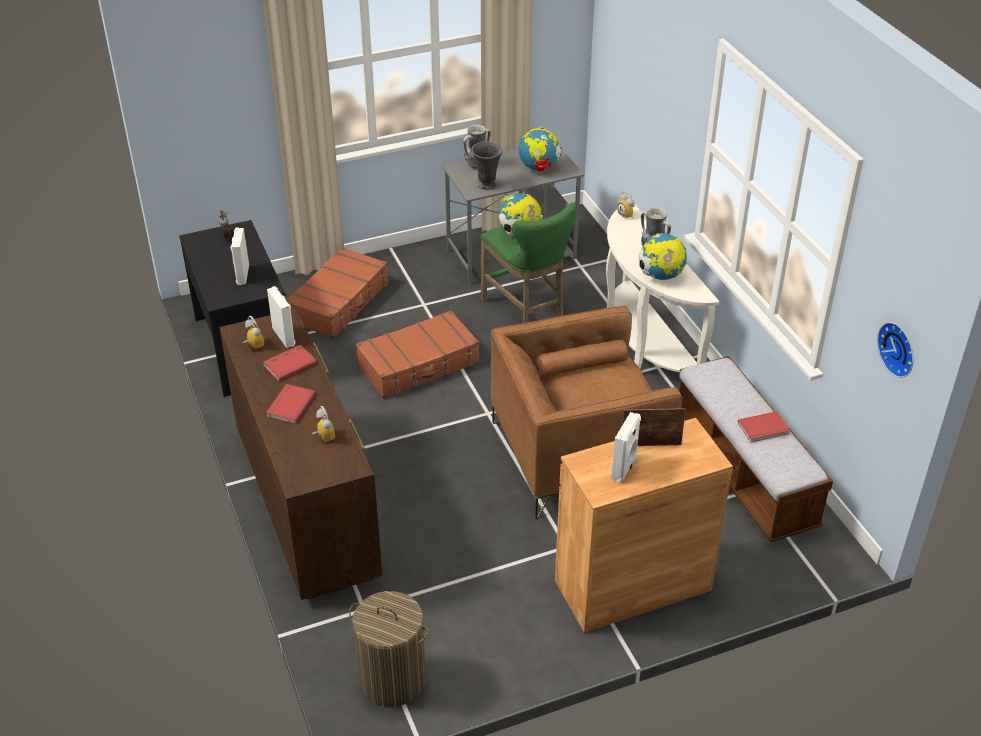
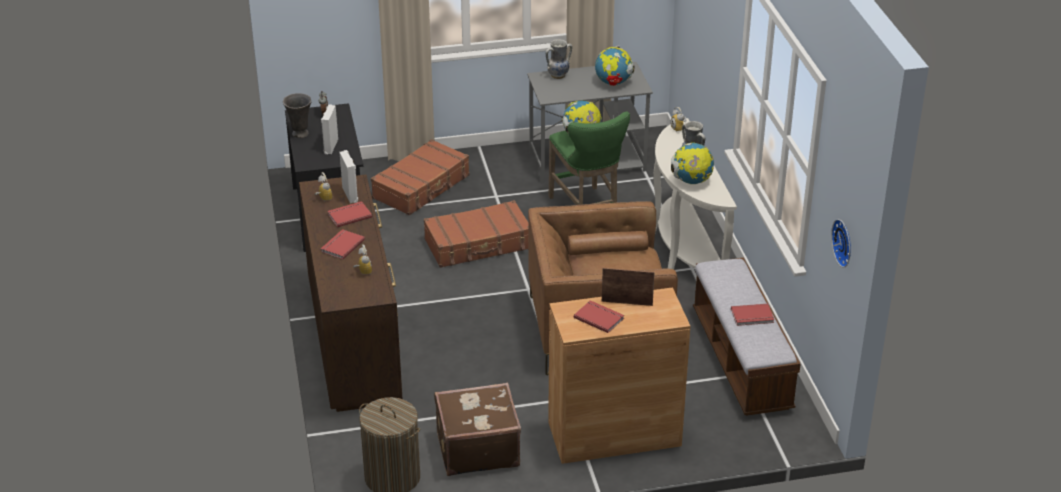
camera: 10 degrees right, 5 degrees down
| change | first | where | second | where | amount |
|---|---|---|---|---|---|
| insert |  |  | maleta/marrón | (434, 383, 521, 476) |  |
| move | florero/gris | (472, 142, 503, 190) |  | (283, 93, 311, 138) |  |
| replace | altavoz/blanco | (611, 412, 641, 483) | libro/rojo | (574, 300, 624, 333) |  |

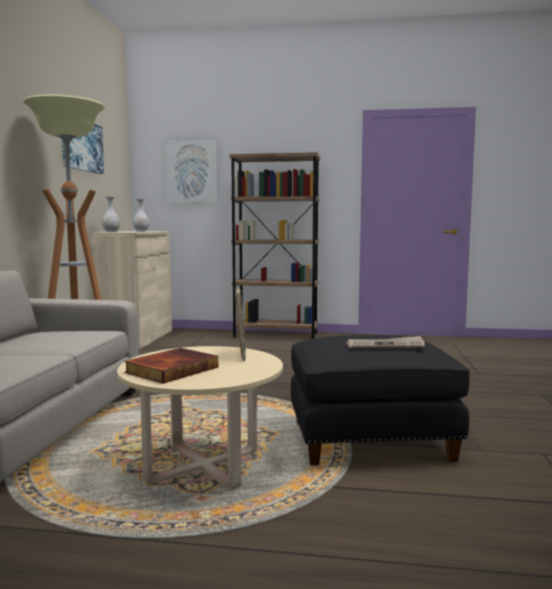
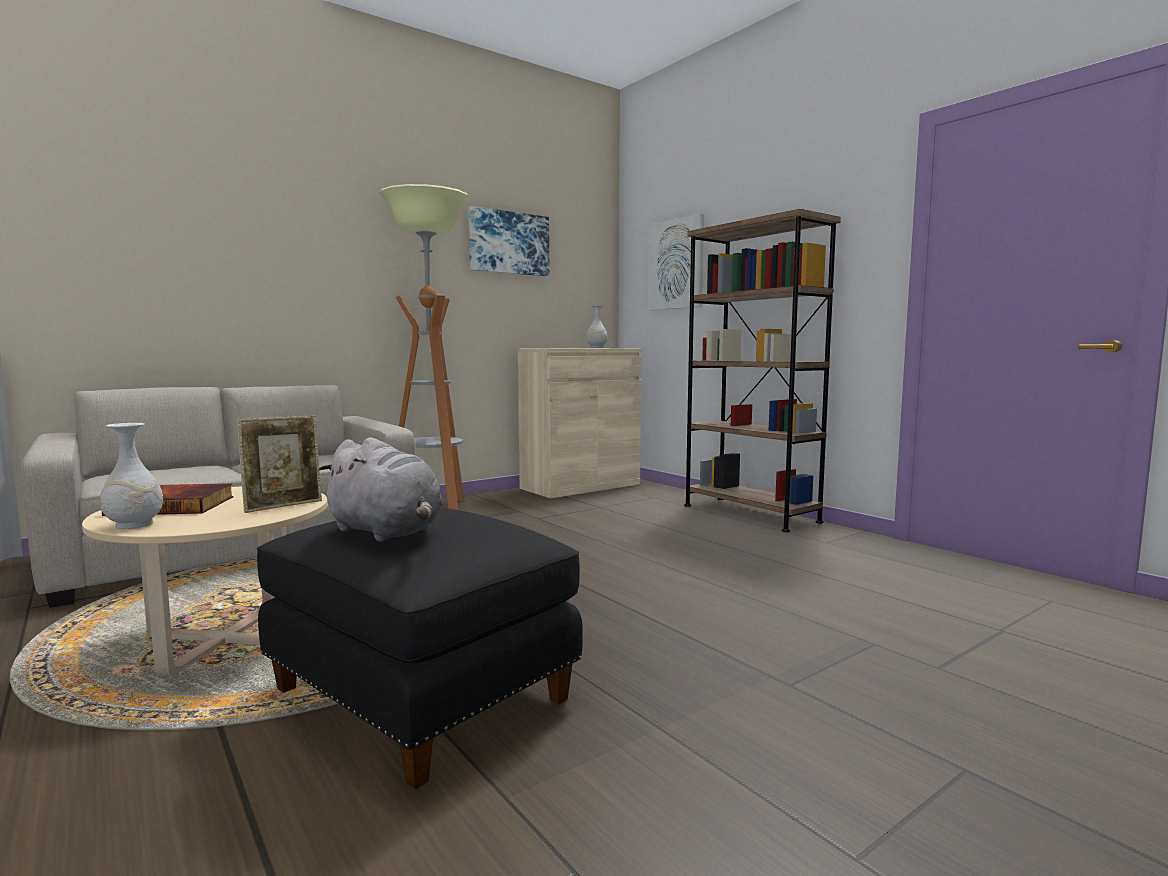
camera: 45 degrees right, 0 degrees up
| change | first | where | second | where | amount |
|---|---|---|---|---|---|
| move | florero/blanco | (102, 197, 120, 232) |  | (100, 423, 163, 529) |  |
| replace | periódico | (346, 336, 425, 348) | peluche/gris | (318, 437, 443, 542) |  |

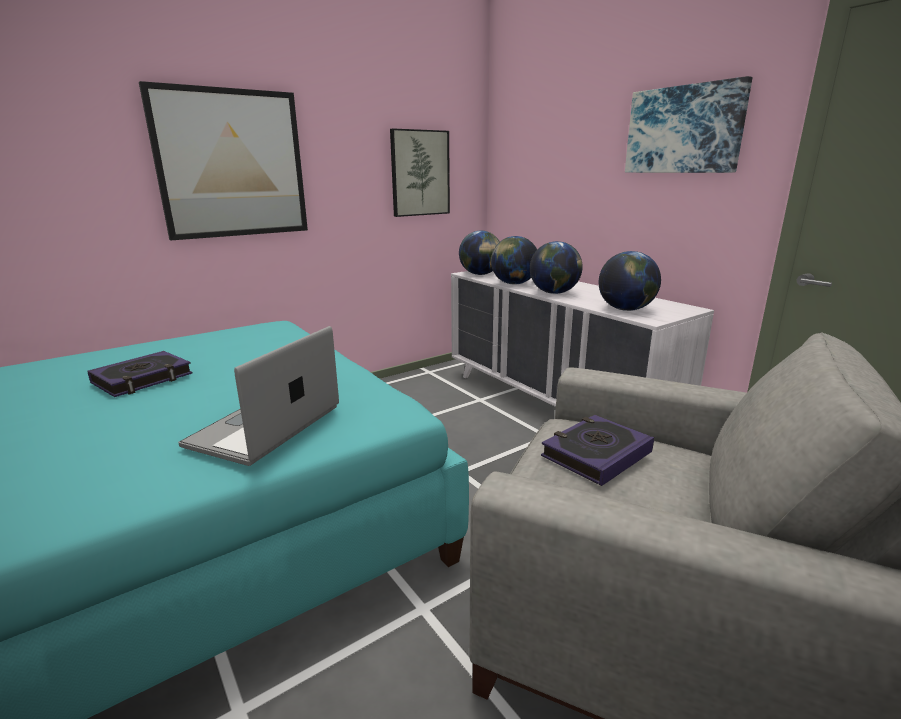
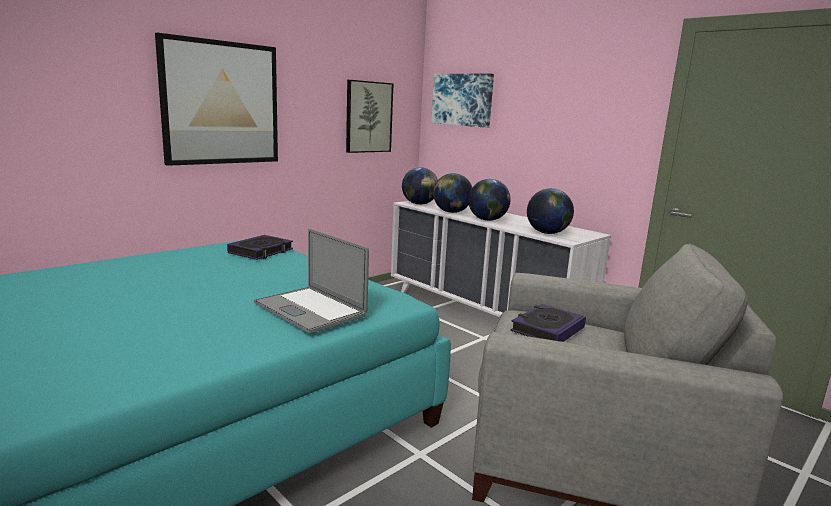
camera: 10 degrees left, 5 degrees down
| change | first | where | second | where | amount |
|---|---|---|---|---|---|
| move | libro | (87, 351, 192, 397) |  | (227, 235, 293, 260) |  |
| move | cuadro | (625, 76, 753, 173) |  | (431, 74, 494, 128) |  |
| rotate | portátil | (178, 326, 339, 466) |  | (254, 228, 369, 333) | 60 degrees counterclockwise |

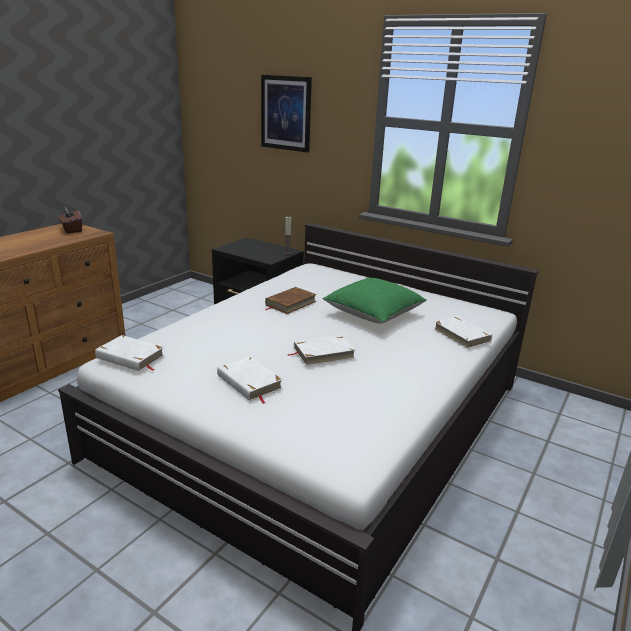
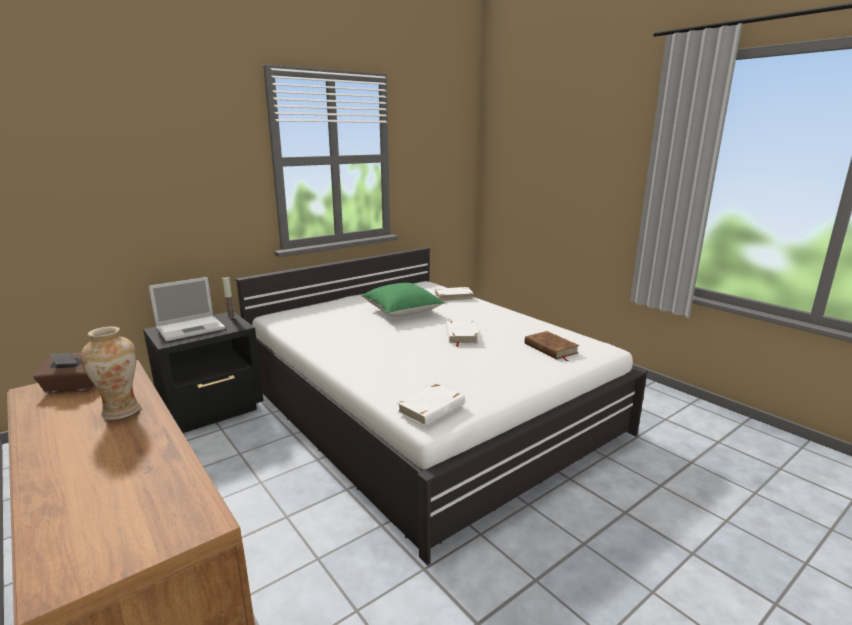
camera: 70 degrees left, 5 degrees down
| change | first | where | second | where | amount |
|---|---|---|---|---|---|
| delete | libro/blanco | (217, 356, 283, 404) |  |  |  |
| delete | cuadro | (261, 75, 312, 153) |  |  |  |
| insert |  |  | florero | (81, 326, 141, 420) |  |
| insert |  |  | portátil | (149, 277, 226, 342) |  |
| move | libro/marrón | (264, 287, 317, 314) |  | (525, 331, 579, 361) |  |

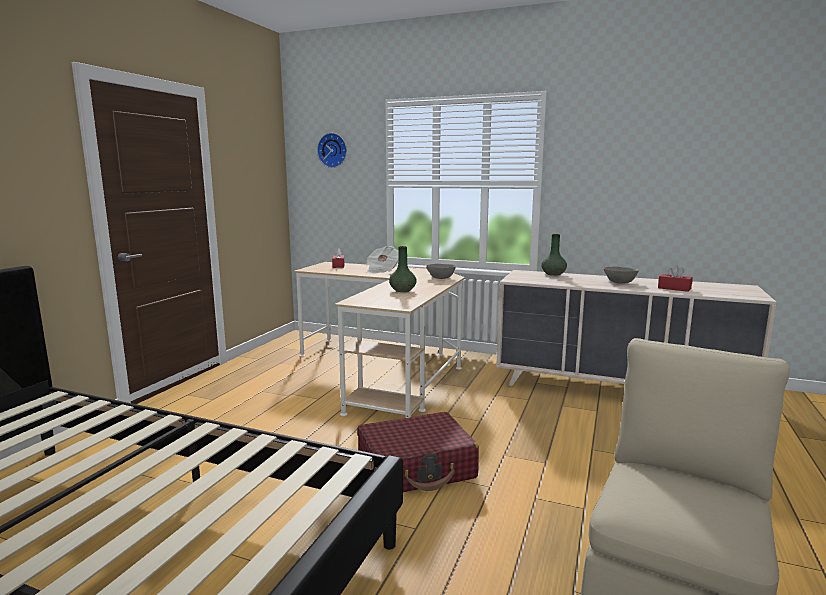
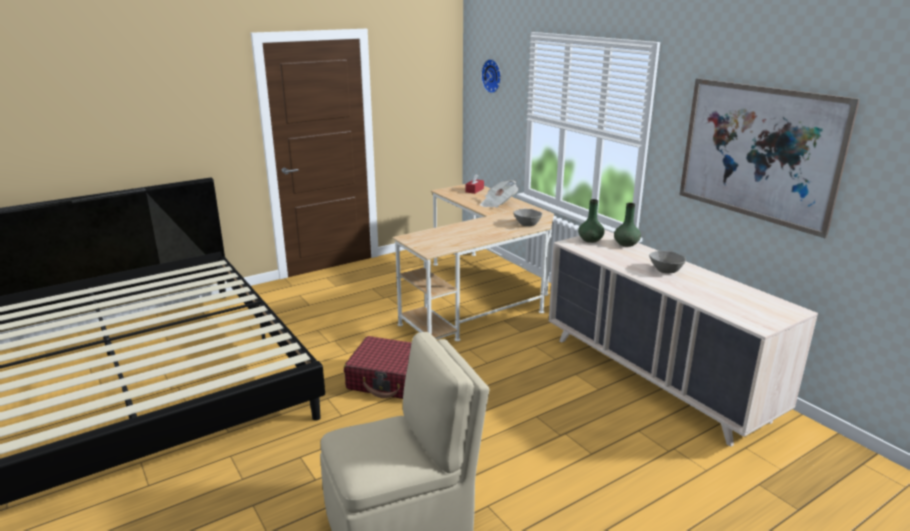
camera: 35 degrees right, 10 degrees up
| change | first | where | second | where | amount |
|---|---|---|---|---|---|
| delete | caja de pañuelos/rojo | (658, 265, 693, 292) |  |  |  |
| insert |  |  | cuadro | (679, 78, 860, 238) |  |
| move | florero/verde | (389, 246, 417, 292) |  | (578, 199, 605, 243) |  |

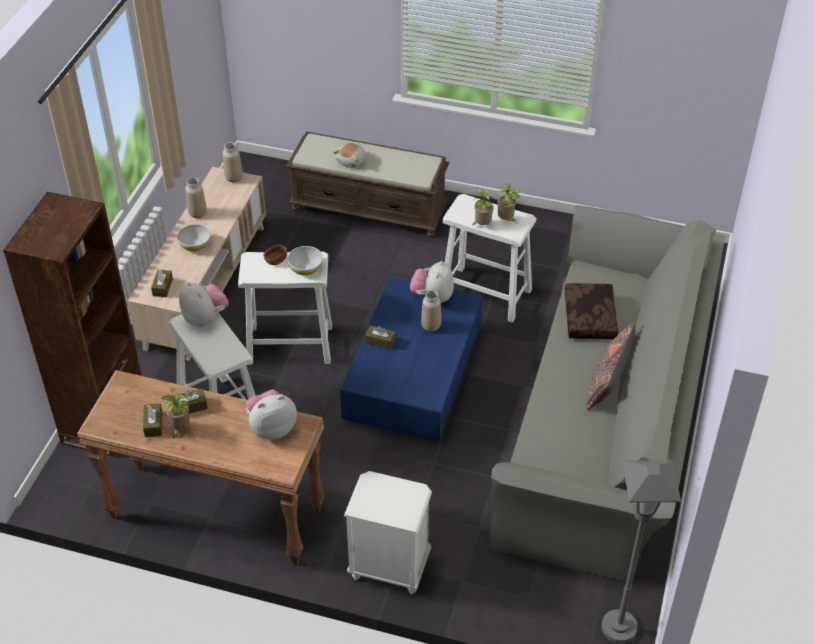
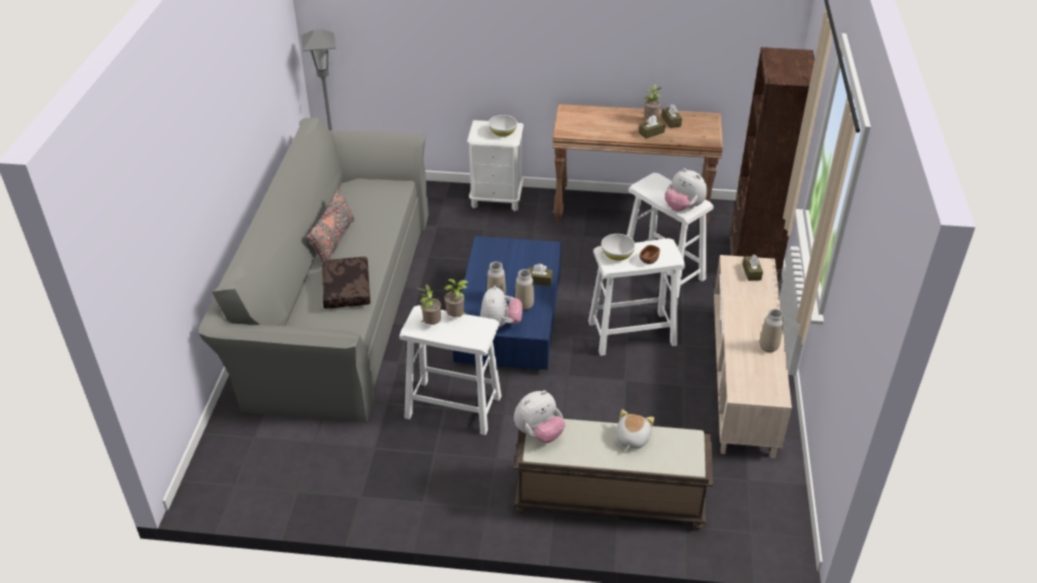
camera: 170 degrees right, 5 degrees down
| change | first | where | second | where | amount |
|---|---|---|---|---|---|
| move | cuenco/blanco | (177, 224, 211, 252) |  | (488, 115, 517, 137) |  |
| move | florero | (223, 142, 243, 182) |  | (515, 269, 534, 310) |  |
| move | peluche | (246, 390, 297, 440) |  | (514, 390, 565, 443) |  |

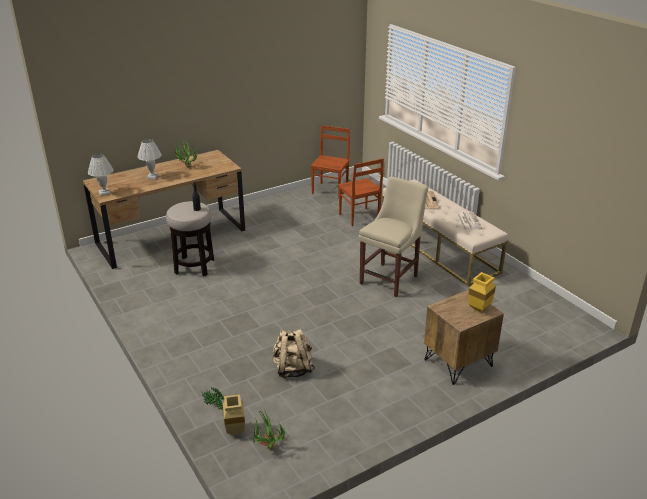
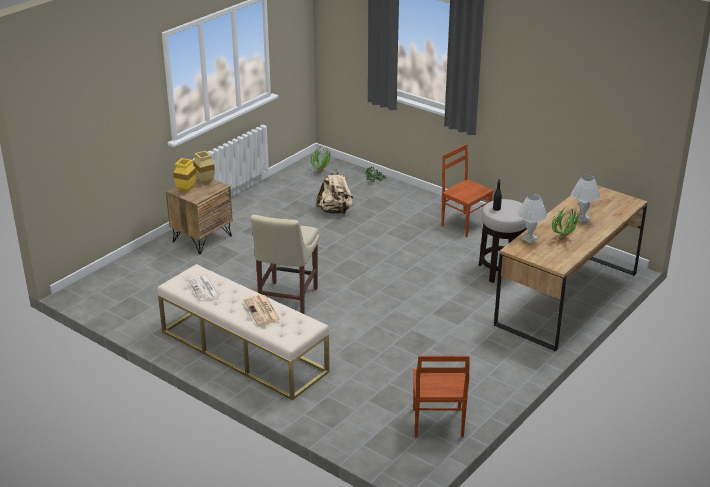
camera: 160 degrees right, 0 degrees up
| change | first | where | second | where | amount |
|---|---|---|---|---|---|
| move | lámpara de mesa/blanco | (88, 154, 113, 196) |  | (517, 194, 547, 243) |  |
| move | florero/beis | (223, 394, 245, 435) |  | (193, 151, 215, 185) |  |
| move | silla/marrón | (338, 159, 384, 226) |  | (441, 144, 494, 238) |  |

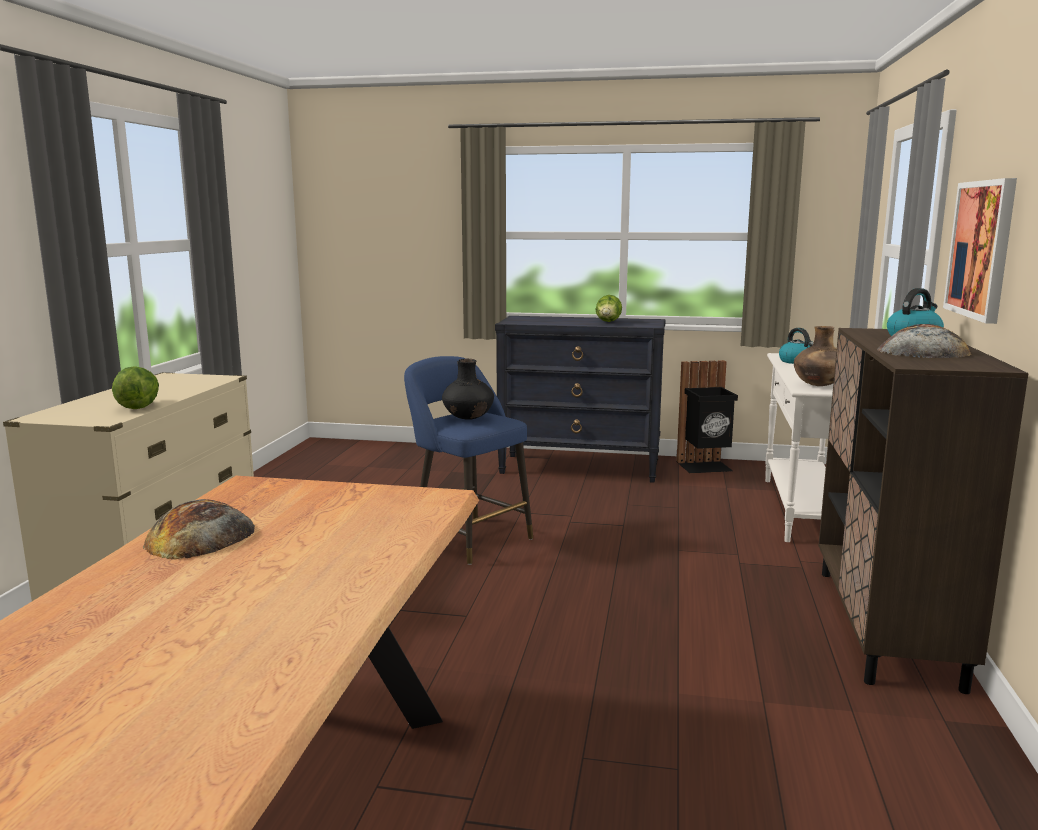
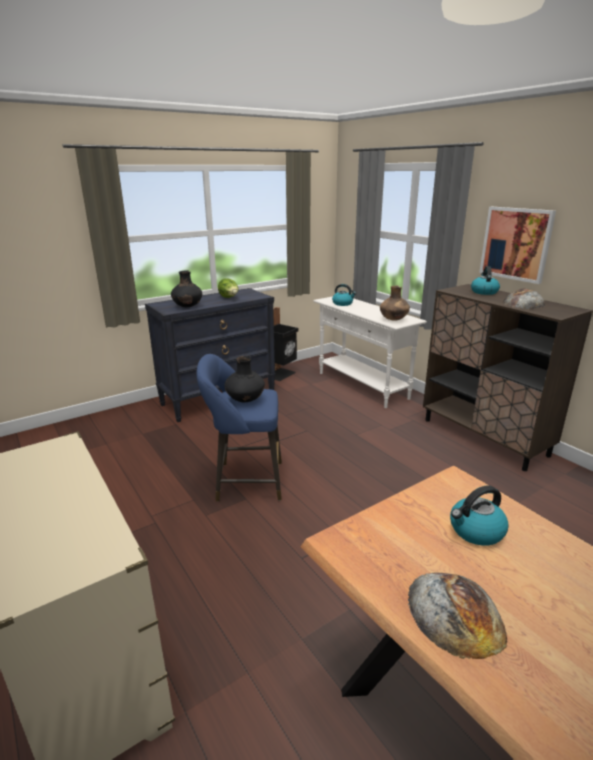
camera: 45 degrees left, 10 degrees up
| change | first | where | second | where | amount |
|---|---|---|---|---|---|
| delete | lechuga | (112, 366, 159, 409) |  |  |  |
| insert |  |  | florero/negro | (171, 270, 202, 307) |  |
| insert |  |  | hervidor | (450, 485, 509, 546) |  |

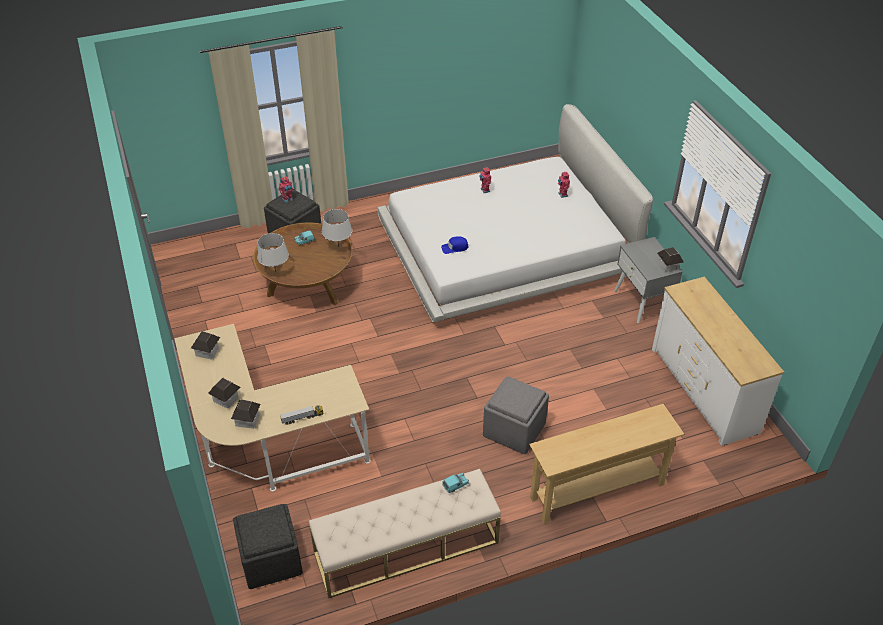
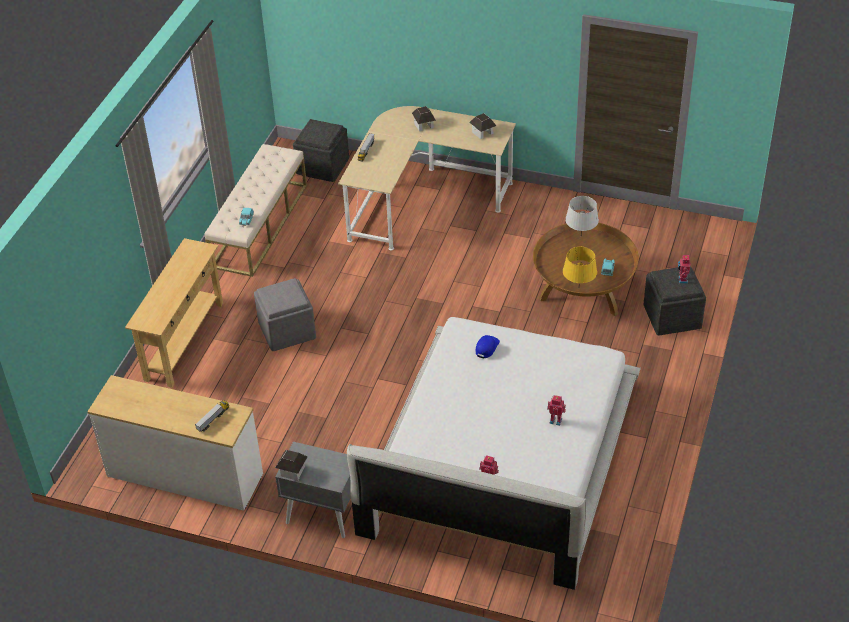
camera: 130 degrees right, 0 degrees up
| change | first | where | second | where | amount |
|---|---|---|---|---|---|
| delete | casita | (231, 399, 261, 429) |  |  |  |
| insert |  |  | camión de juguete | (195, 400, 229, 432) |  |
| recolor | lámpara de mesa/gris | (322, 209, 352, 247) | lámpara de mesa/amarillo | (563, 247, 597, 284) |  |

